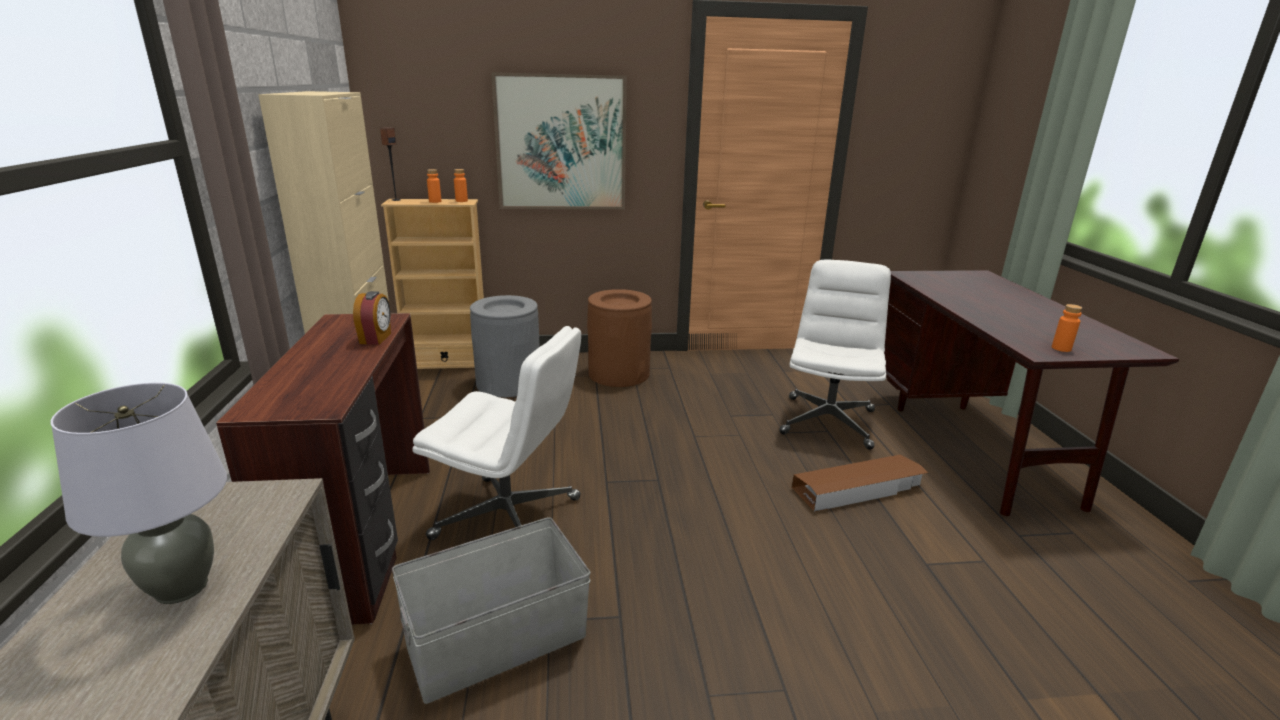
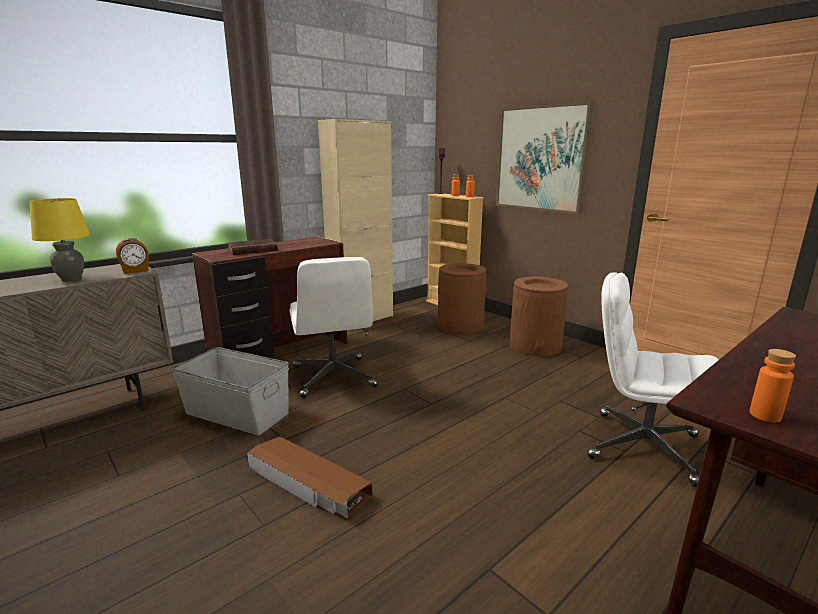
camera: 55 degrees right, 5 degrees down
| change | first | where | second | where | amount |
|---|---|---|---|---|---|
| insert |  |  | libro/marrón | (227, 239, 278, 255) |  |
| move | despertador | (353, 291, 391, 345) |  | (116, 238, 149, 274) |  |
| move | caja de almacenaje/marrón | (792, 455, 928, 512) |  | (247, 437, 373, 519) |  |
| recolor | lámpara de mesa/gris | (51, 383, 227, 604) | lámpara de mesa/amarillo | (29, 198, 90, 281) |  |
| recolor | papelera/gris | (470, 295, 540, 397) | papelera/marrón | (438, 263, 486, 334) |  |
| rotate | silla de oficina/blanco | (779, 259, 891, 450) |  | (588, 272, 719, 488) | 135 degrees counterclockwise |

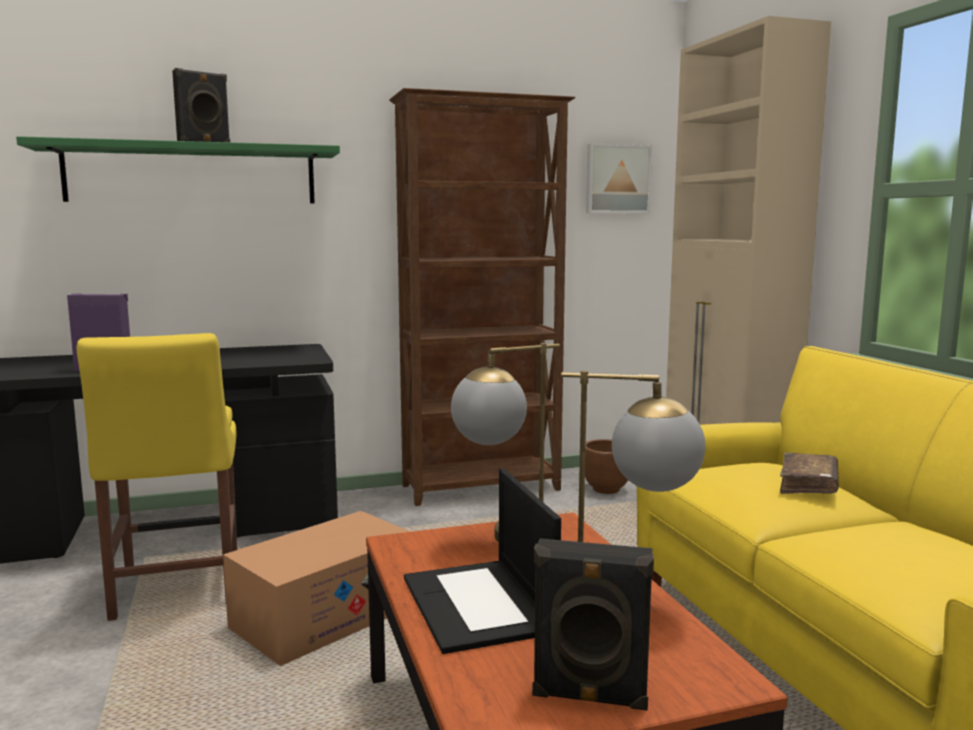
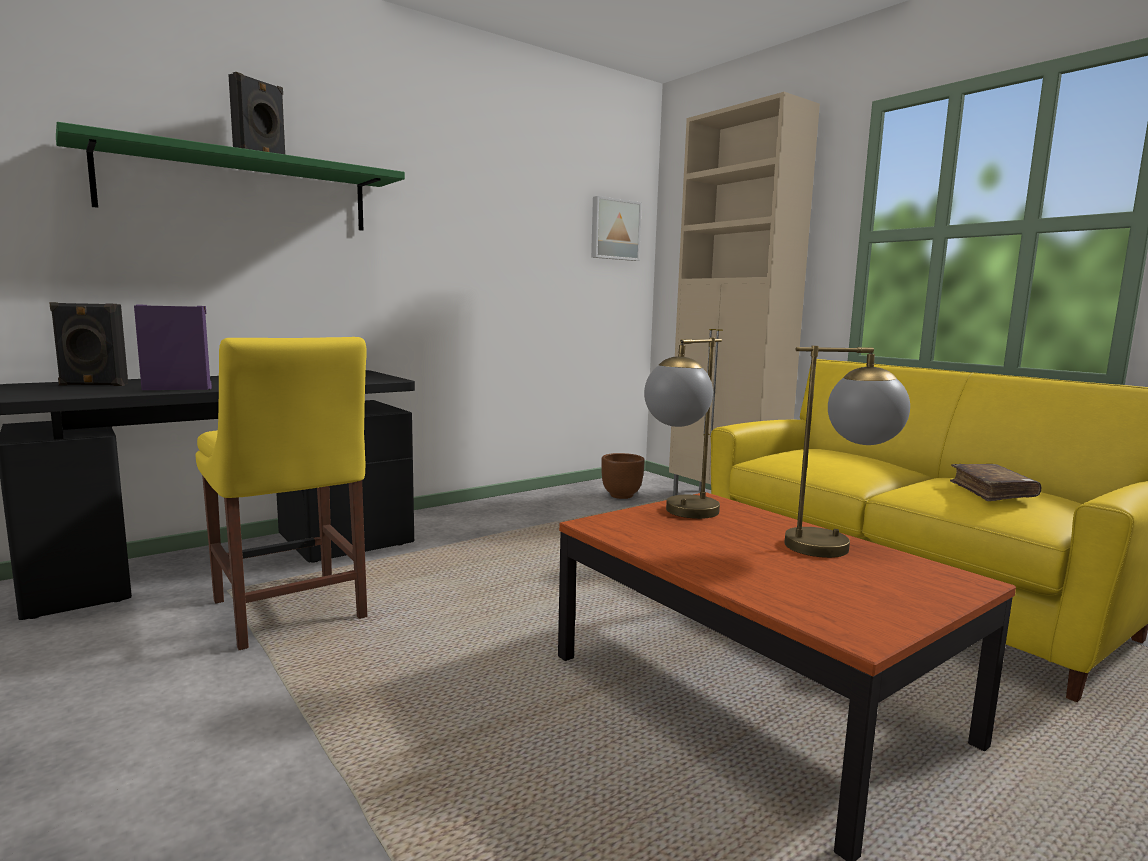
camera: 20 degrees left, 0 degrees up
| change | first | where | second | where | amount |
|---|---|---|---|---|---|
| delete | caja de cartón | (223, 511, 411, 666) |  |  |  |
| delete | estantería/marrón | (389, 88, 575, 506) |  |  |  |
| delete | portátil | (404, 468, 561, 654) |  |  |  |
| move | altavoz/negro | (532, 538, 654, 711) |  | (49, 302, 128, 386) |  |
| move | libro/marrón | (780, 452, 839, 494) |  | (950, 464, 1041, 501) |  |

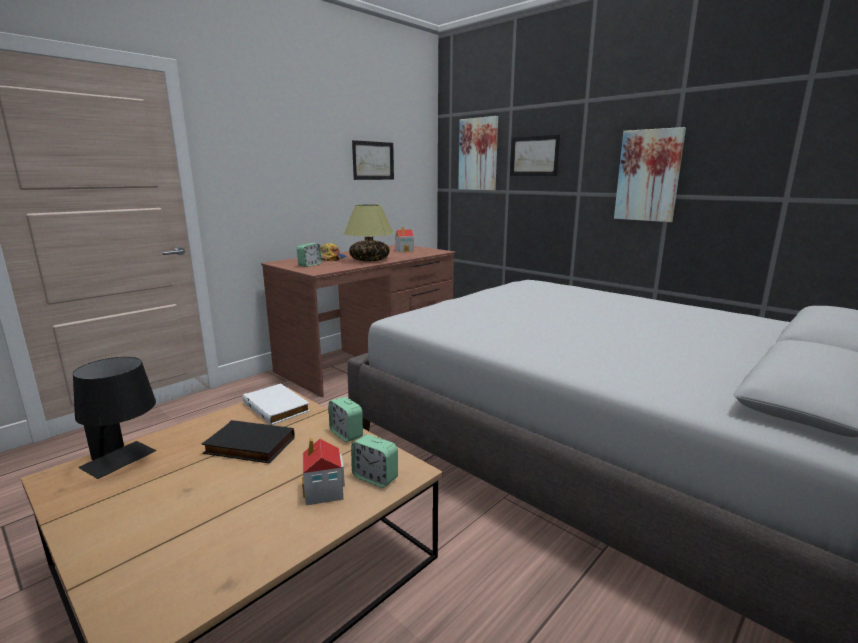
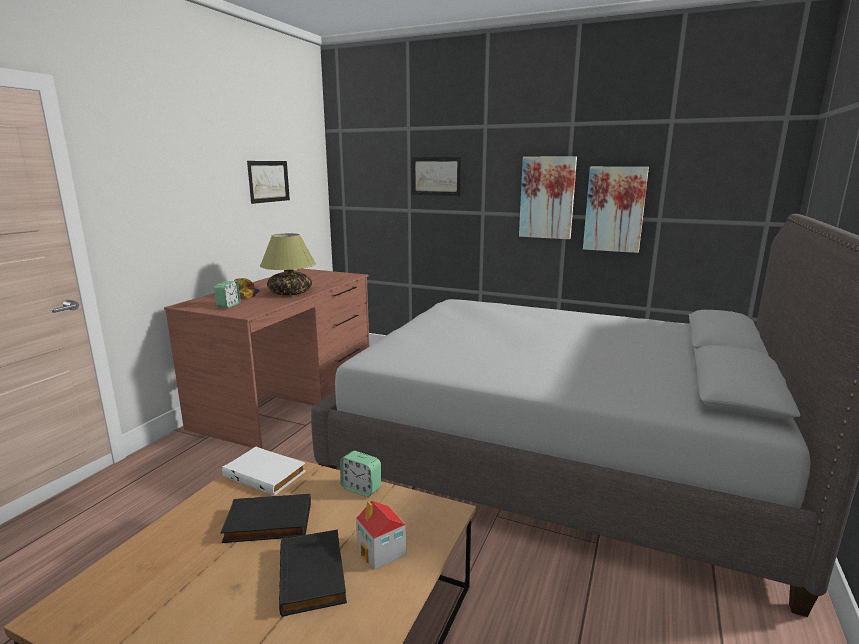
camera: 20 degrees left, 0 degrees up
| change | first | where | second | where | amount |
|---|---|---|---|---|---|
| delete | lámpara de mesa/negro | (73, 357, 156, 479) |  |  |  |
| delete | despertador | (351, 434, 398, 488) |  |  |  |
| delete | casita | (396, 227, 414, 252) |  |  |  |
| insert |  |  | libro/negro | (279, 529, 347, 617) |  |
| move | cuadro | (458, 116, 498, 191) |  | (583, 167, 649, 253) |  |

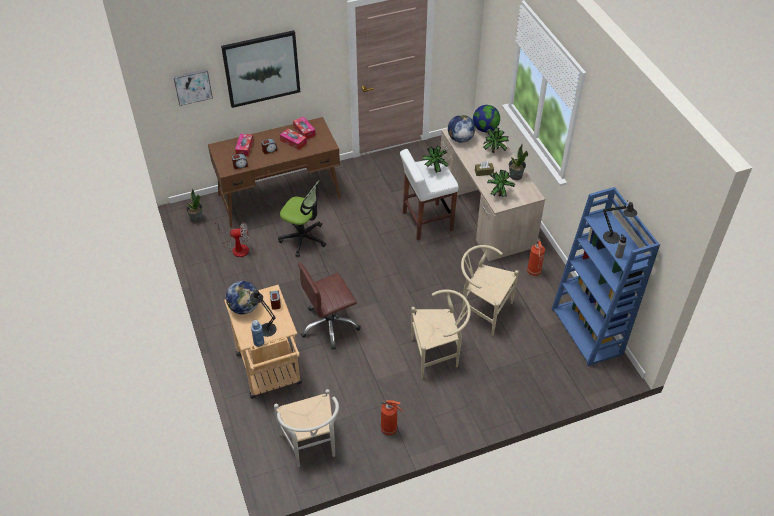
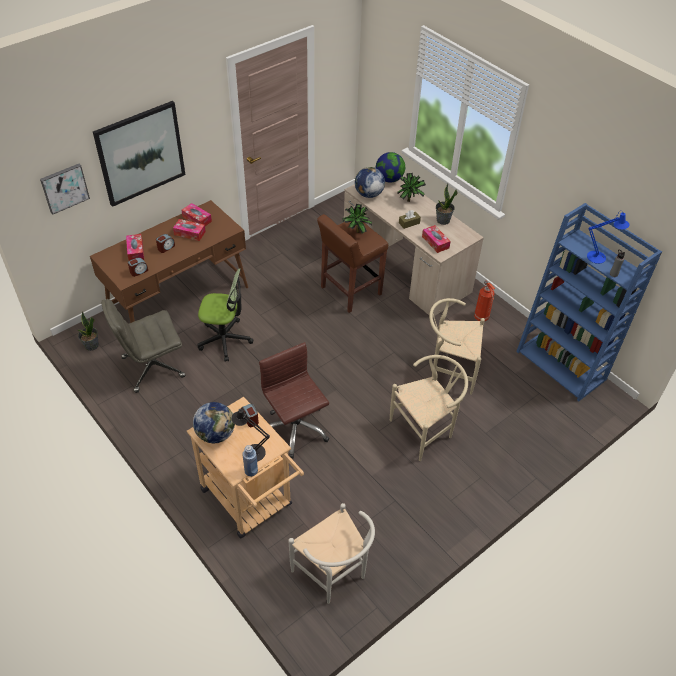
camera: 20 degrees left, 0 degrees up
| change | first | where | second | where | amount |
|---|---|---|---|---|---|
| delete | extintor | (381, 399, 404, 435) |  |  |  |
| replace | ventilador | (214, 221, 249, 257) | silla de oficina/gris | (101, 299, 185, 393) |  |
| replace | planta en maceta | (487, 170, 515, 197) | caja de pañuelos | (422, 225, 451, 253) |  |
| recolor | taburete/blanco | (400, 149, 459, 240) | taburete/marrón | (317, 214, 388, 313) |  |
| recolor | lámpara de mesa/negro | (603, 200, 637, 244) | lámpara de mesa/azul | (587, 210, 630, 264) |  |
| rotate | silla de oficina/marrón | (298, 263, 361, 350) |  | (259, 342, 330, 458) | 105 degrees clockwise |

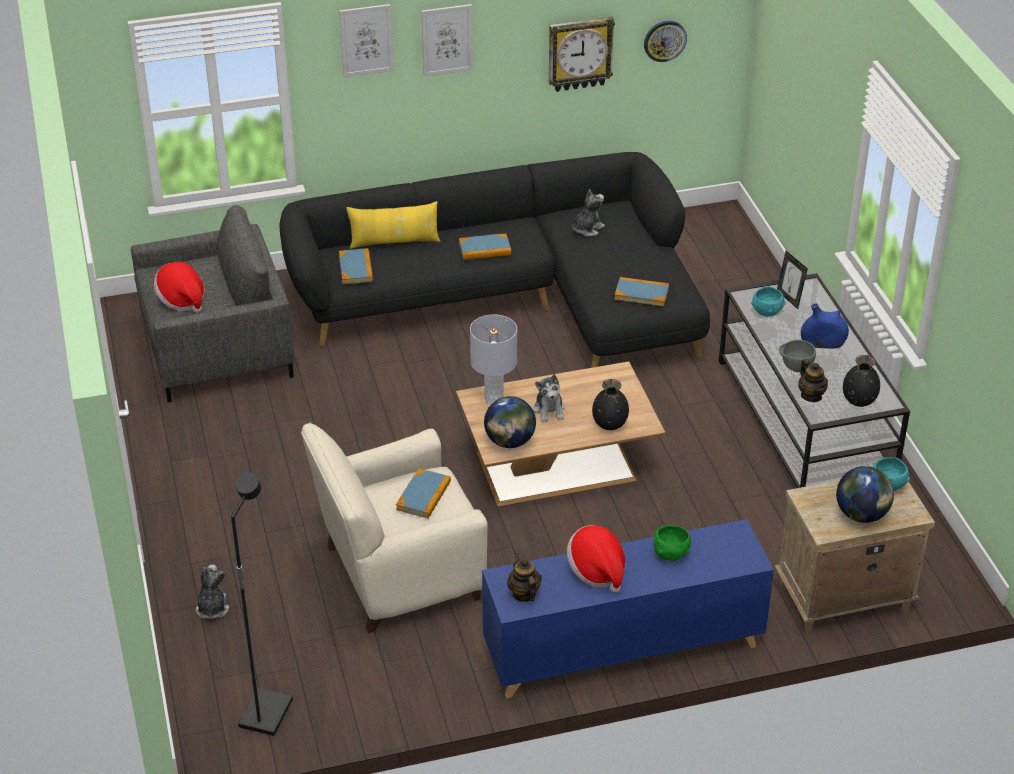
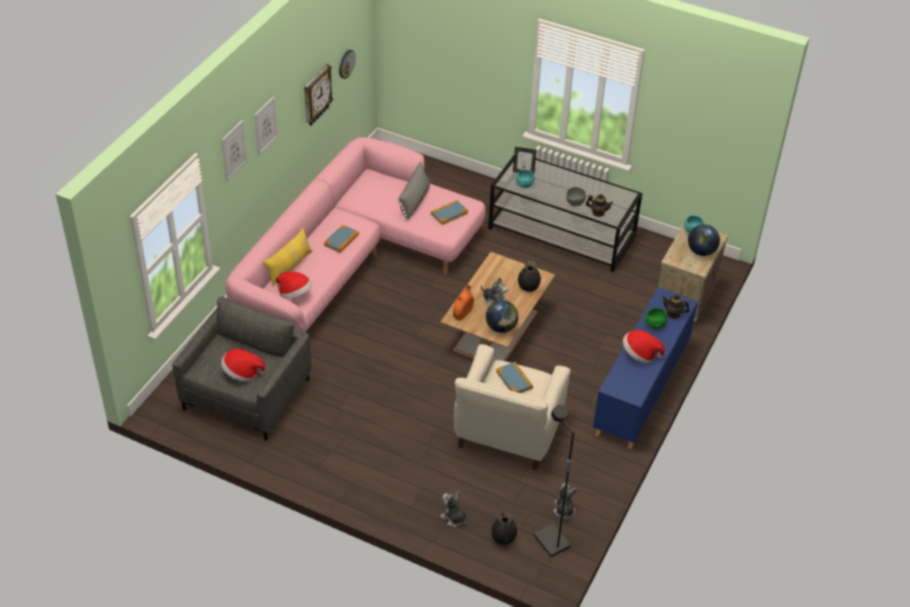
camera: 50 degrees left, 5 degrees up
| change | first | where | second | where | amount |
|---|---|---|---|---|---|
| delete | florero/azul | (801, 303, 849, 349) |  |  |  |
| insert |  |  | cojín/gris | (397, 162, 430, 221) |  |
| move | tetera | (507, 553, 542, 602) |  | (662, 294, 690, 319) |  |
| move | peluche | (572, 189, 605, 237) |  | (553, 483, 577, 519) |  |
| move | florero/negro | (843, 355, 880, 407) |  | (491, 512, 517, 545) |  |
| replace | libro | (339, 248, 373, 284) | sombrero | (276, 272, 312, 299) |  |
| replace | lámpara de mesa/gris | (470, 314, 517, 405) | florero/naranja | (453, 285, 474, 320) |  |
| recolor | sofá/negro | (280, 152, 710, 368) | sofá/rosa | (226, 137, 486, 332) |  |

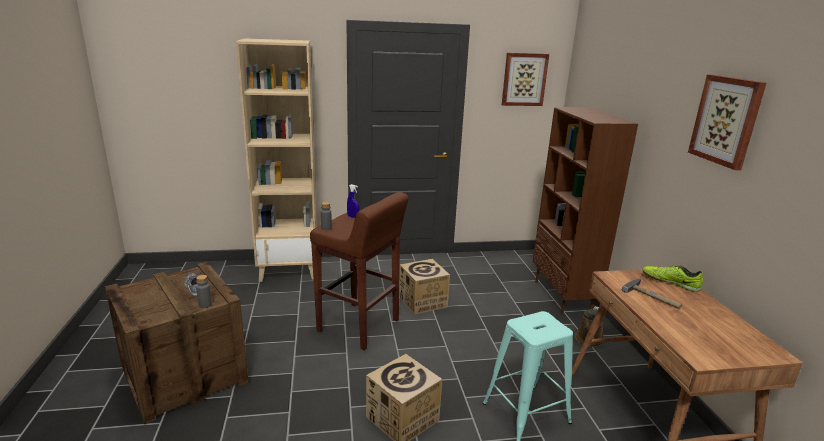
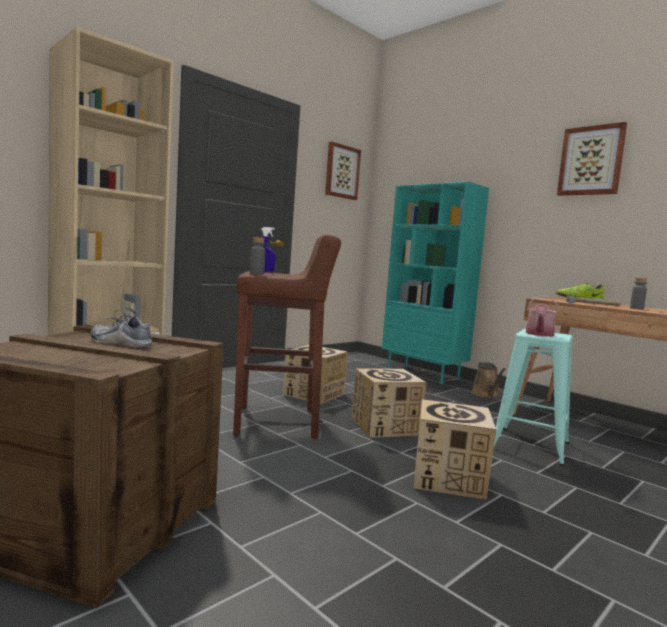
camera: 35 degrees left, 15 degrees down
| change | first | where | second | where | amount |
|---|---|---|---|---|---|
| insert |  |  | caja de cartón | (351, 368, 426, 438) |  |
| insert |  |  | regadera | (526, 296, 559, 337) |  |
| move | botella/gris | (196, 275, 212, 308) |  | (630, 278, 647, 310) |  |
| recolor | estantería/marrón | (533, 107, 638, 315) | estantería/turquesa | (382, 182, 489, 384) |  |

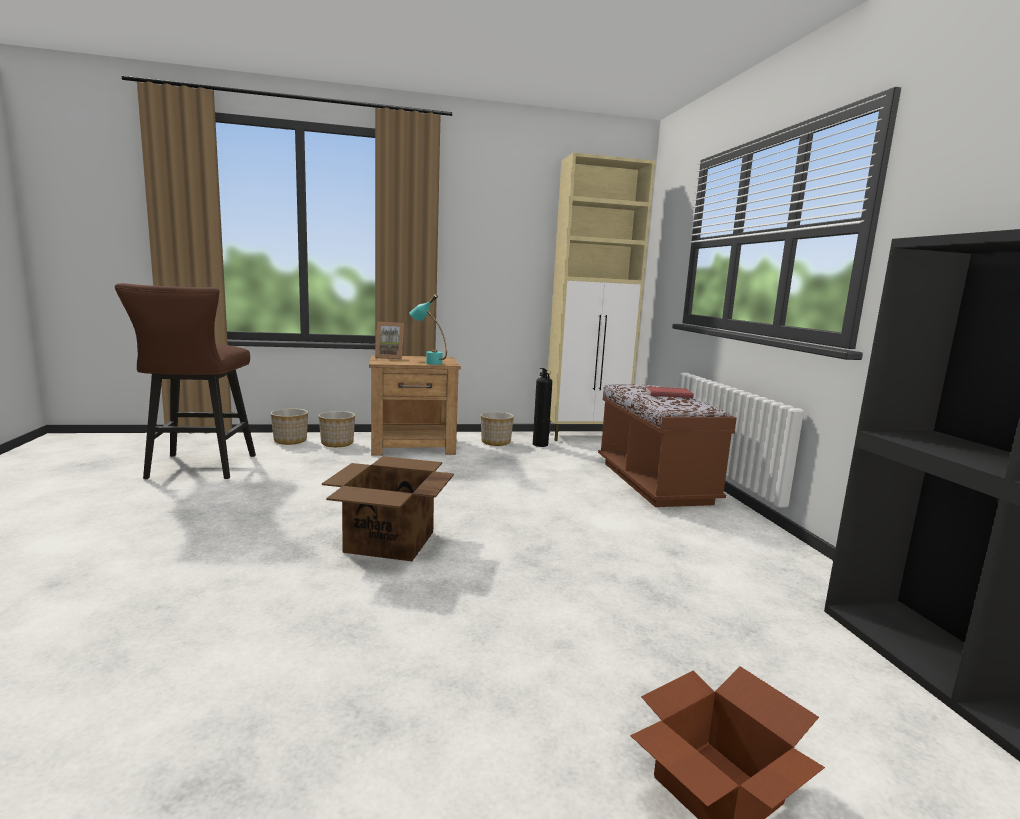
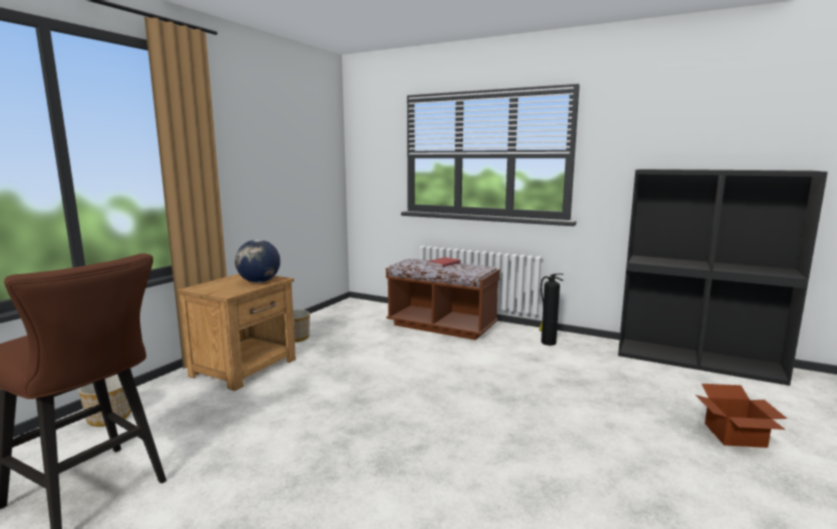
camera: 50 degrees left, 0 degrees up
| change | first | where | second | where | amount |
|---|---|---|---|---|---|
| delete | maceta | (318, 411, 355, 447) |  |  |  |
| delete | caja de cartón | (322, 456, 454, 561) |  |  |  |
| delete | portarretratos | (375, 322, 404, 359) |  |  |  |
| delete | armario/beis | (548, 153, 655, 441) |  |  |  |
| move | extintor | (533, 368, 552, 447) |  | (539, 273, 564, 346) |  |
| replace | lámpara de mesa/turquesa | (410, 294, 447, 365) | globo terráqueo | (235, 240, 280, 283) |  |

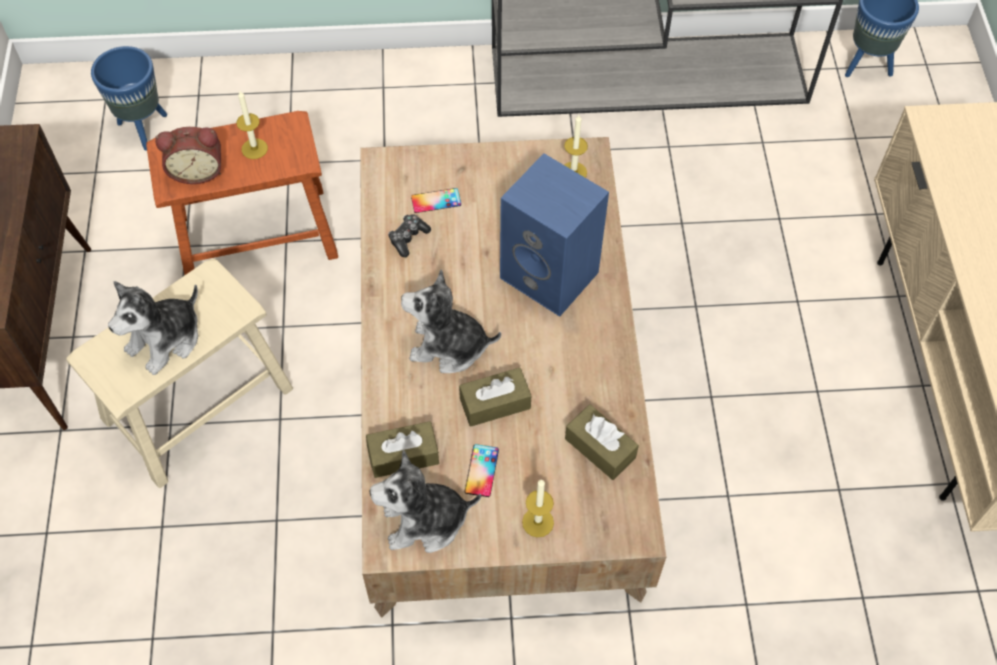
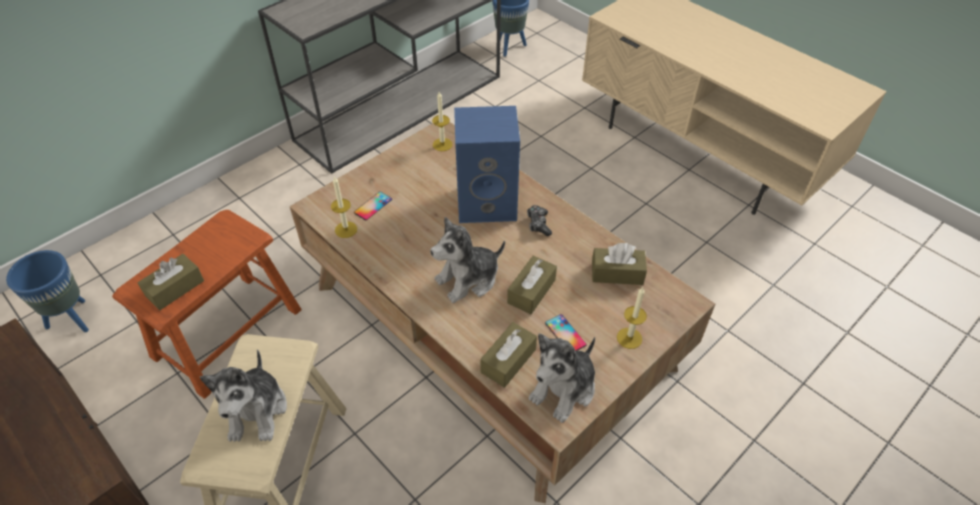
camera: 40 degrees left, 10 degrees down
| change | first | where | second | where | amount |
|---|---|---|---|---|---|
| move | vela | (236, 91, 268, 159) |  | (331, 176, 357, 238) |  |
| move | mando de consola | (388, 214, 431, 257) |  | (527, 205, 552, 236) |  |
| replace | despertador | (155, 127, 221, 184) | caja de pañuelos/marrón | (138, 254, 204, 310) |  |

